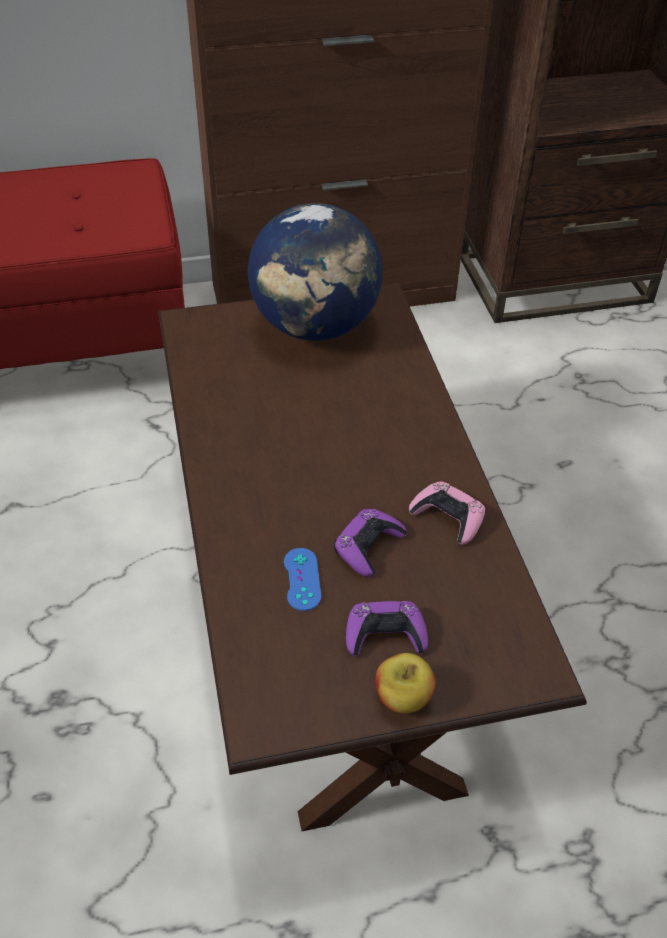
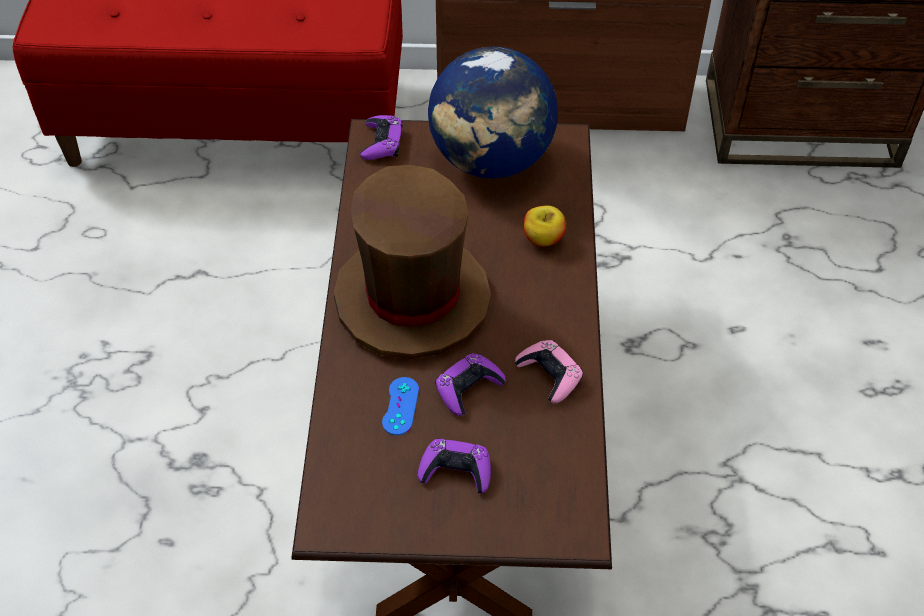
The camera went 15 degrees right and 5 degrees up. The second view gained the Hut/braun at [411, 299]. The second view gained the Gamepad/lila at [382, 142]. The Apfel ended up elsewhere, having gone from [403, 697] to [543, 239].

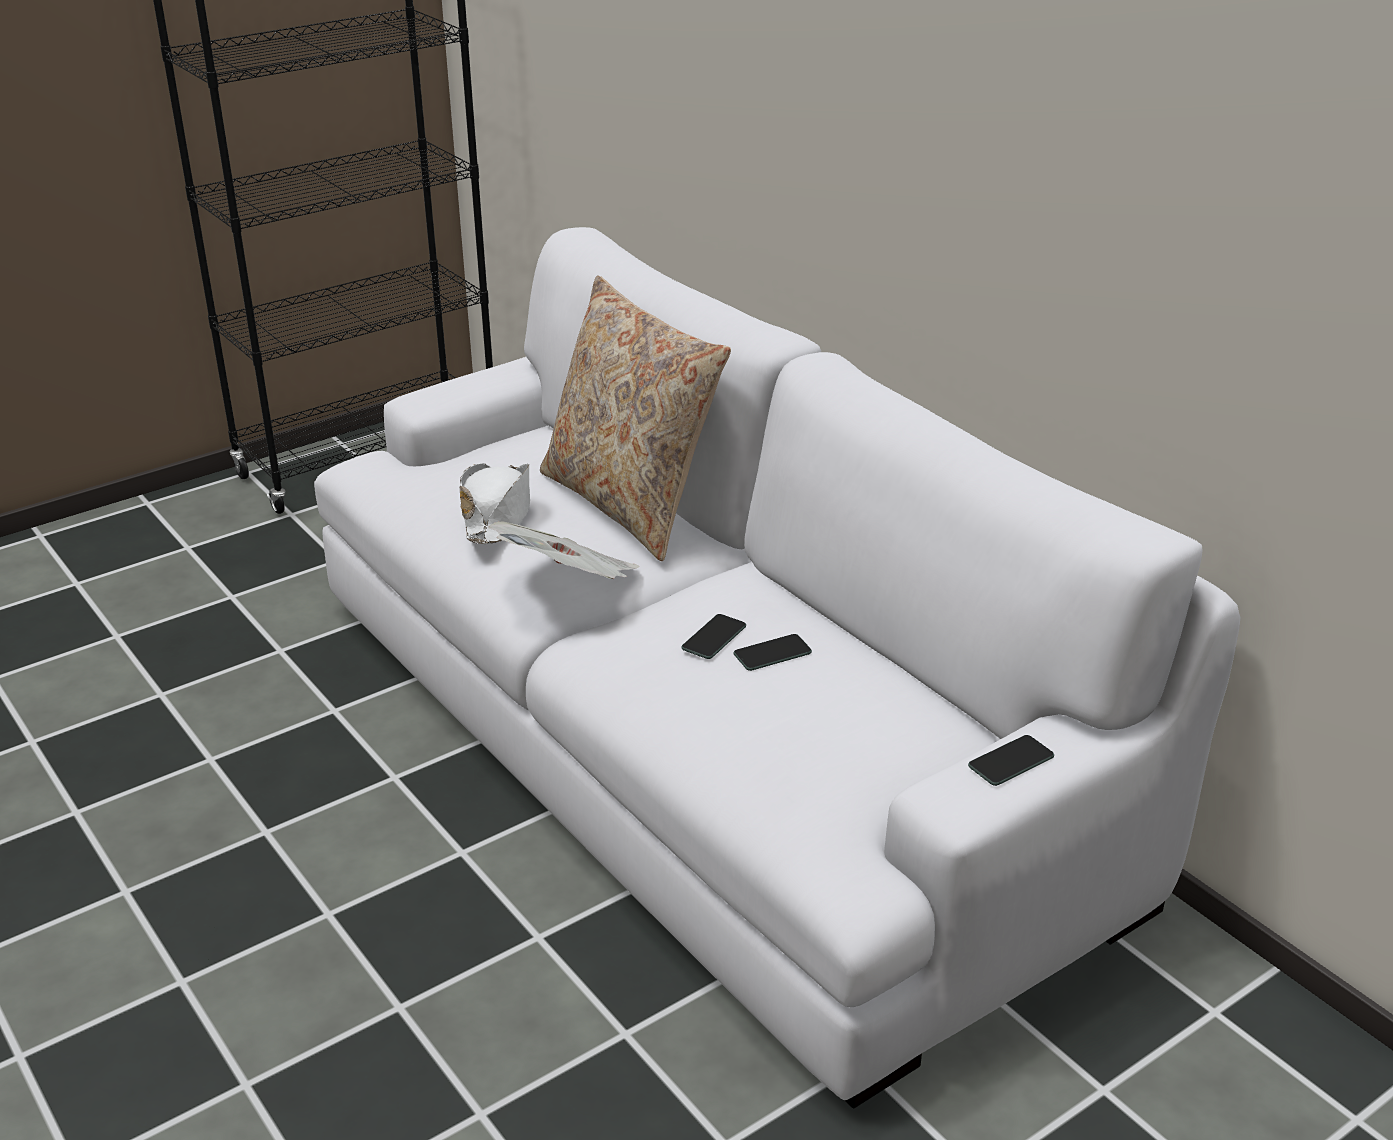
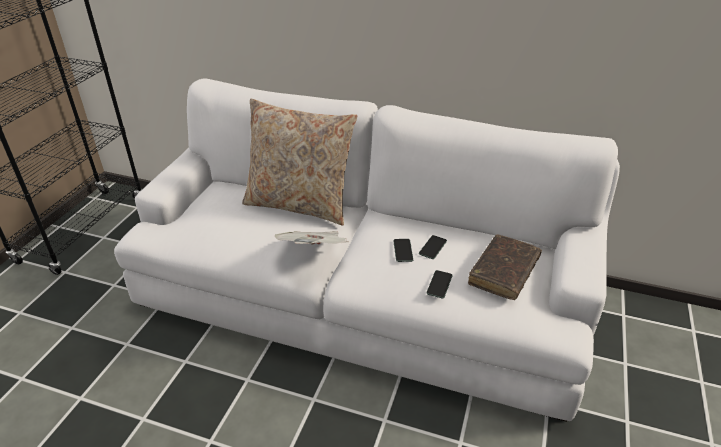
The camera went 35 degrees left and 5 degrees up. The Handy ended up elsewhere, having gone from [1011, 761] to [439, 284]. The second view gained the Buch/braun at [503, 273]. The second view lost the Hut/weiß at [498, 514].

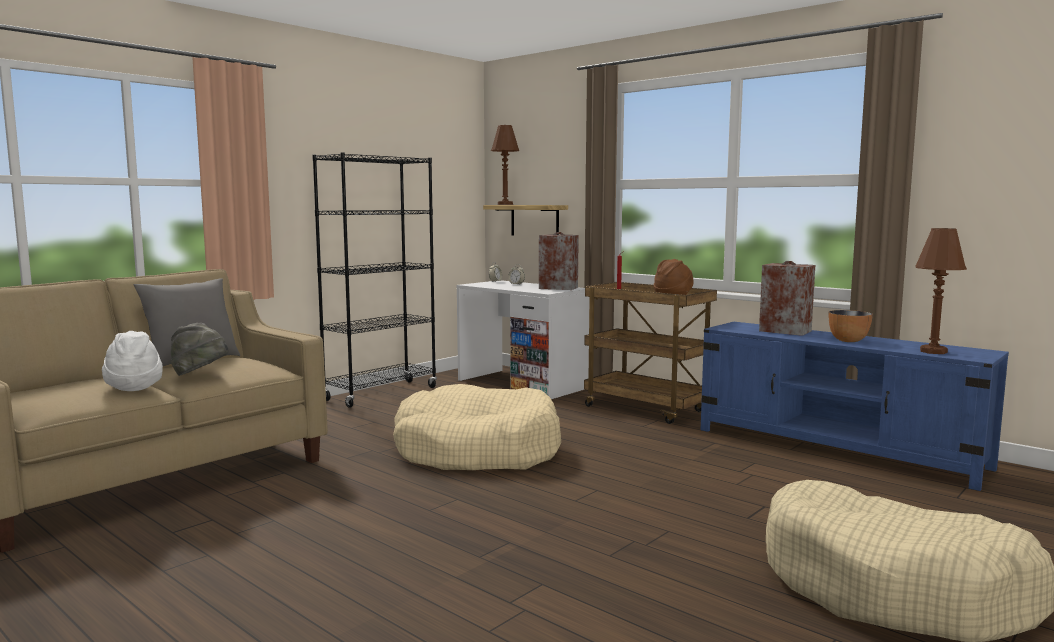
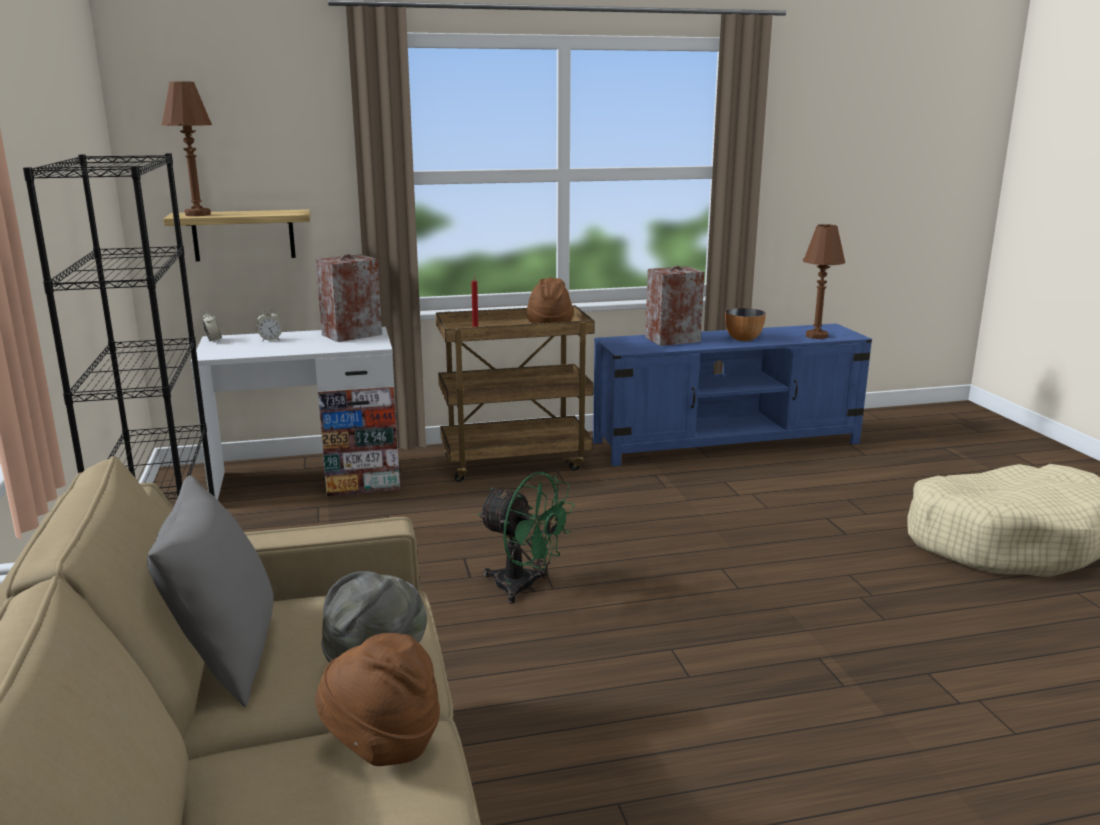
The camera went 55 degrees left and 10 degrees up. What was the Hut/weiß at [134, 386] turned into the Hut/braun at [382, 744]. Where the Hundebett/beige stood at [477, 450], the Ventilator/grün came to stand at [524, 587].

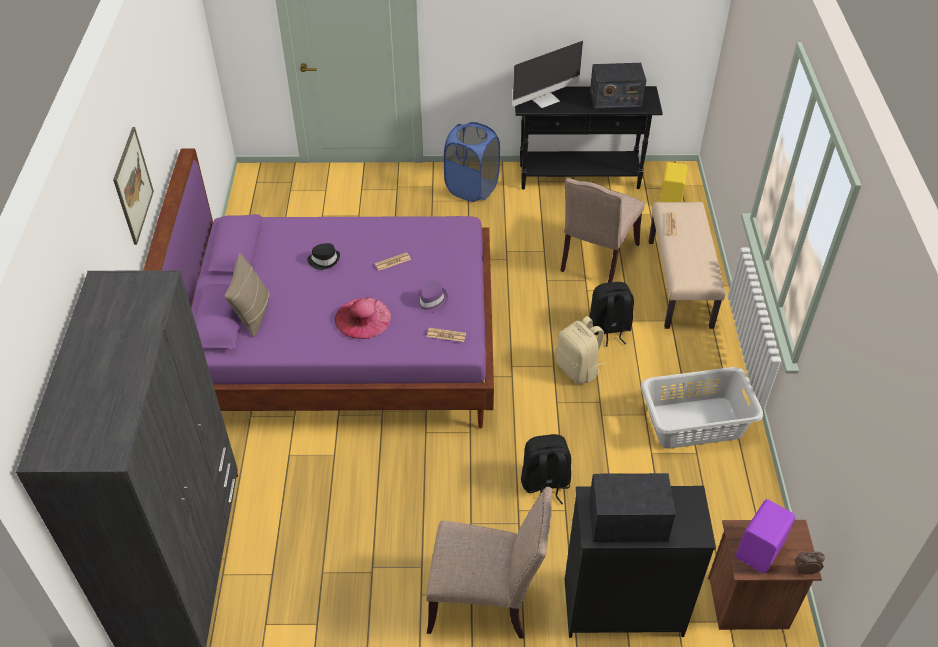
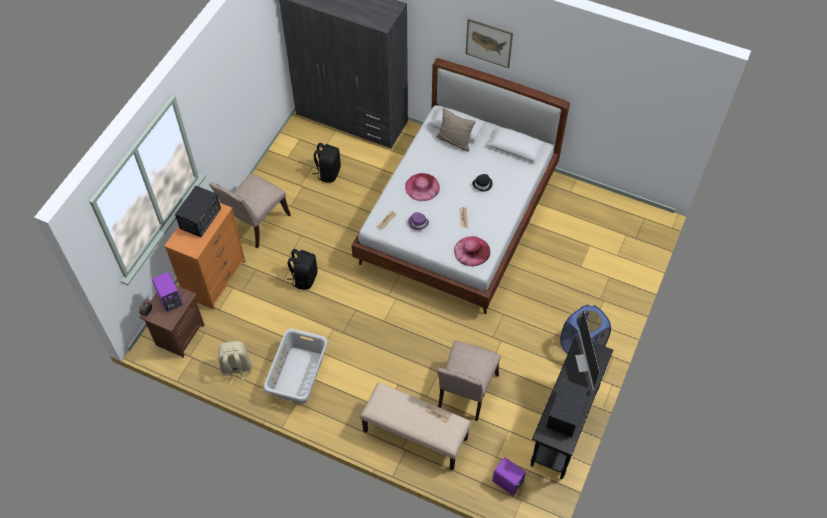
The camera went 115 degrees right and 10 degrees up. What was the Kommode/schwarz at [622, 606] turned into the Kommode/orange at [215, 279]. The Rucksack/beige ended up elsewhere, having gone from [578, 369] to [236, 369]. The Rucksack/schwarz ended up elsewhere, having gone from [609, 329] to [328, 173]. What was the Bett/lila at [343, 346] turned into the Bett/weiß at [458, 219]. The Stuhl/beige at [596, 259] ended up facing another way, 120 degrees counterclockwise from before. The second view gained the Hut/rosa at [472, 251]. What was the Lautsprecher/gelb at [671, 199] turned into the Lautsprecher/lila at [507, 483].

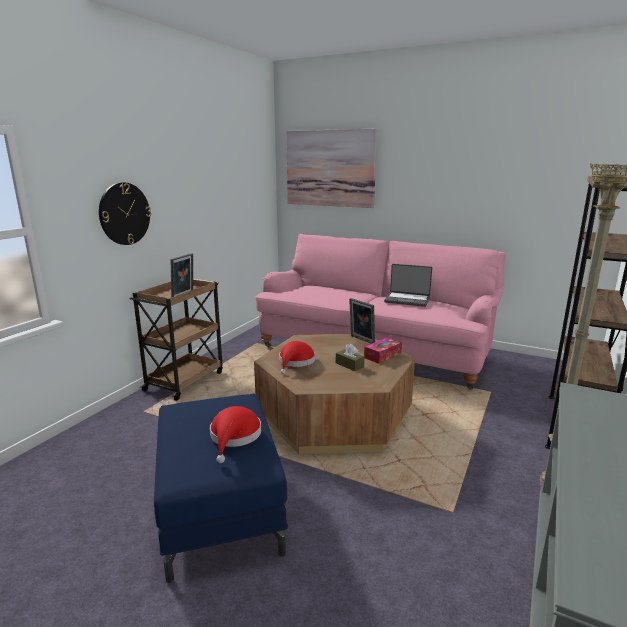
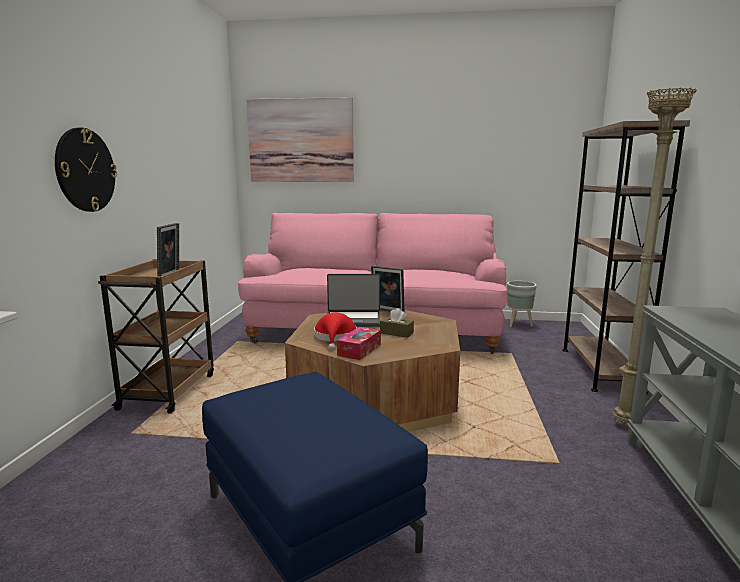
The camera went 20 degrees left and 5 degrees down. The Laptop ended up elsewhere, having gone from [407, 300] to [353, 320]. The Taschentuchbox ended up elsewhere, having gone from [382, 355] to [359, 350]. The second view gained the Pflanzkübel/grau at [518, 324]. The second view lost the Hut/rot at [234, 437].

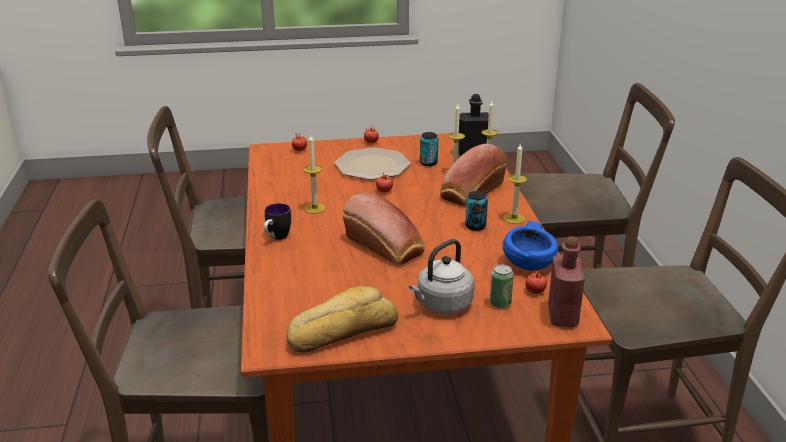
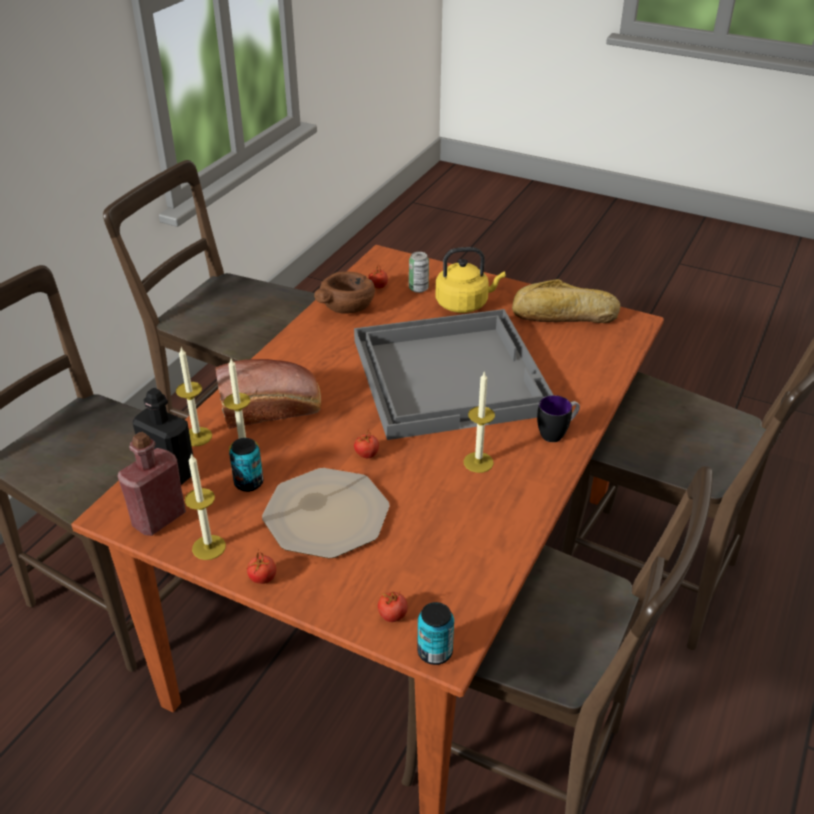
The camera went 145 degrees left and 10 degrees up. The Flasche/rot ended up elsewhere, having gone from [562, 316] to [159, 518]. The Kerze ended up elsewhere, having gone from [514, 218] to [209, 547]. What was the Schüssel/blau at [529, 264] turned into the Schüssel/braun at [346, 308]. Where the Brot stood at [386, 247], the Tablett/grau came to stand at [451, 374]. The Dose ended up elsewhere, having gone from [475, 226] to [435, 652]. What was the Wasserkessel/grau at [442, 305] turned into the Wasserkessel/gelb at [464, 304].

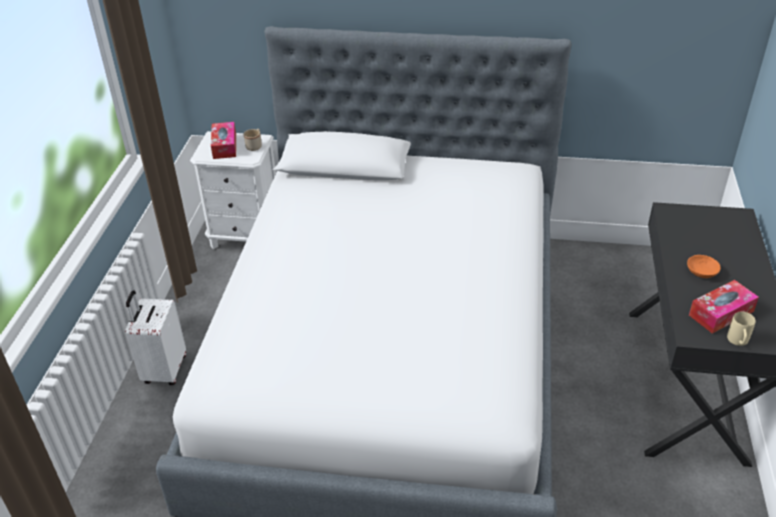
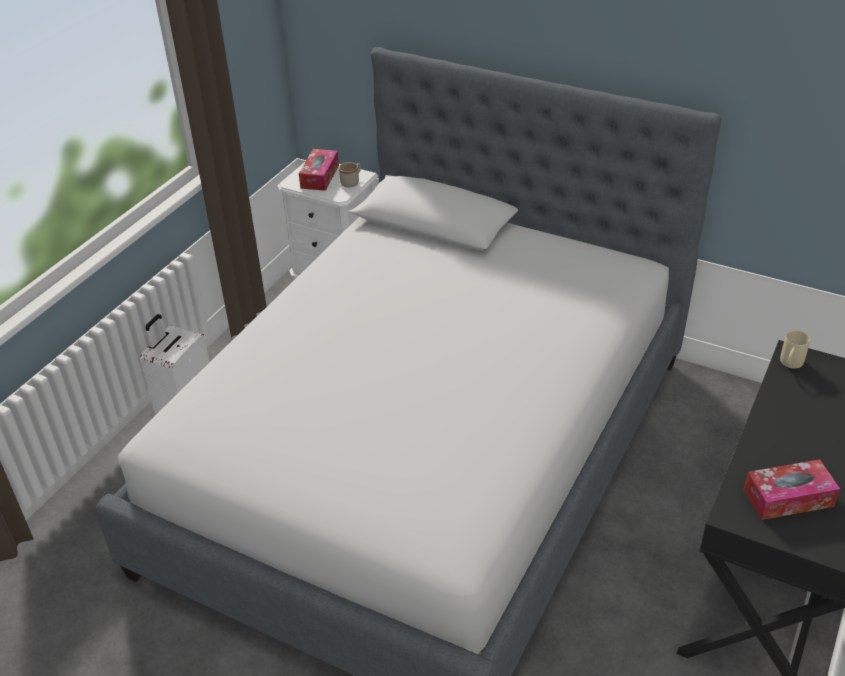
The camera went 20 degrees right and 0 degrees up. The Henkelbecher/beige ended up elsewhere, having gone from [738, 342] to [790, 364]. The second view lost the Schüssel/orange at [701, 272].

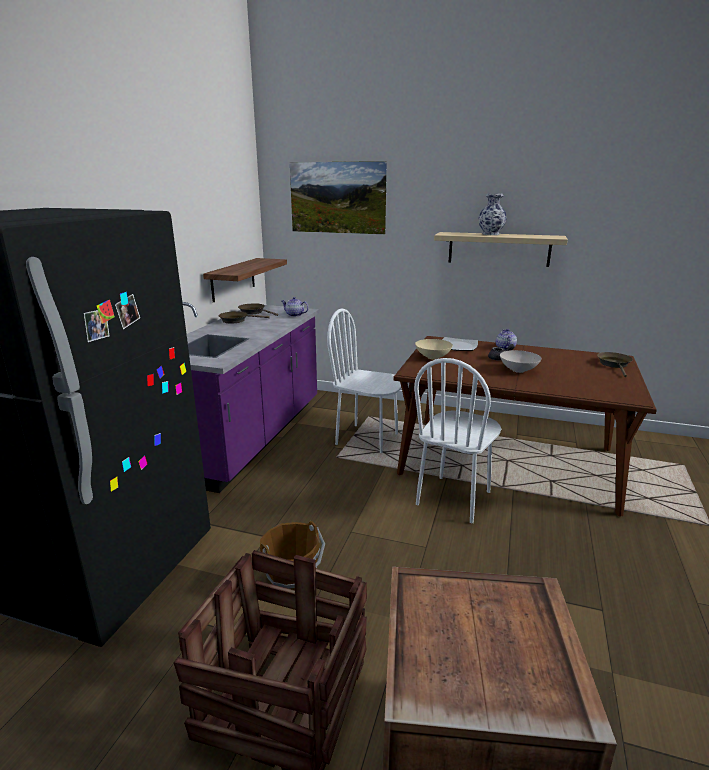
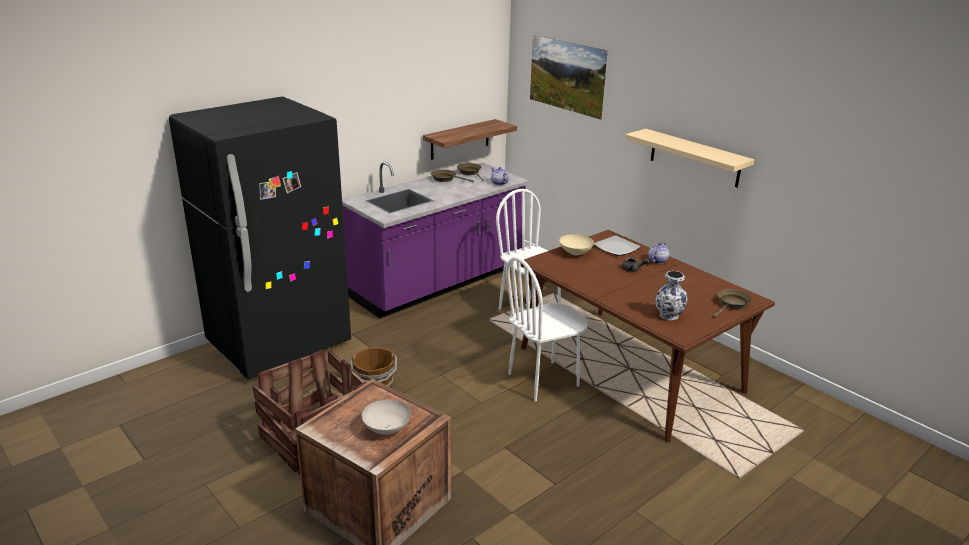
The camera went 30 degrees right and 5 degrees up. The Schüssel/weiß ended up elsewhere, having gone from [517, 370] to [386, 428]. The Vase ended up elsewhere, having gone from [491, 234] to [668, 315].

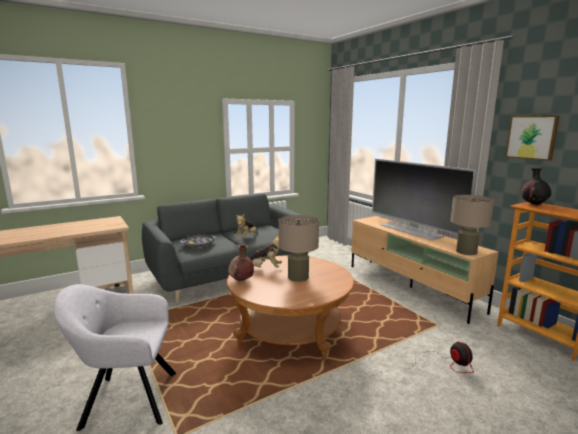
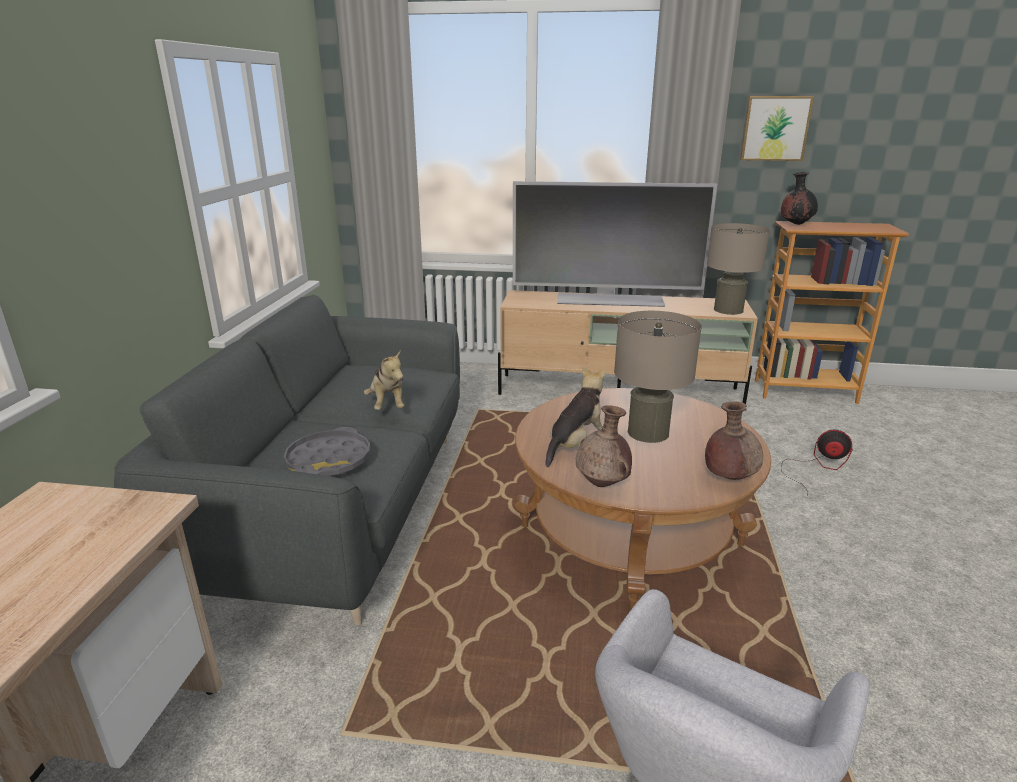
The camera went 50 degrees left and 10 degrees up. The second view gained the Vase/braun at [729, 477].

